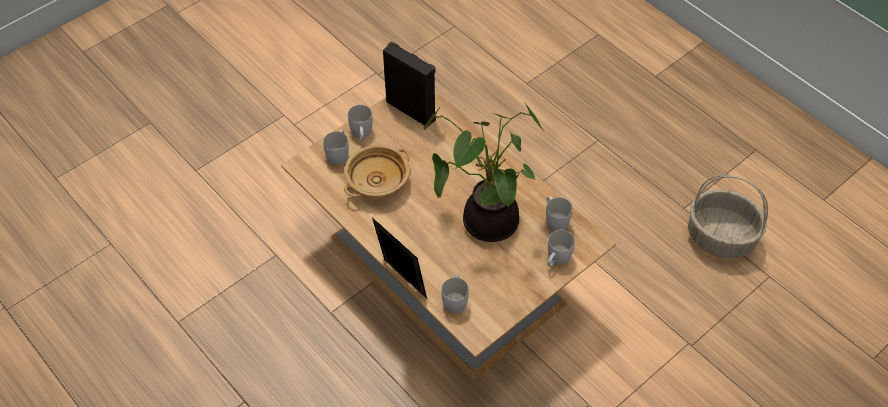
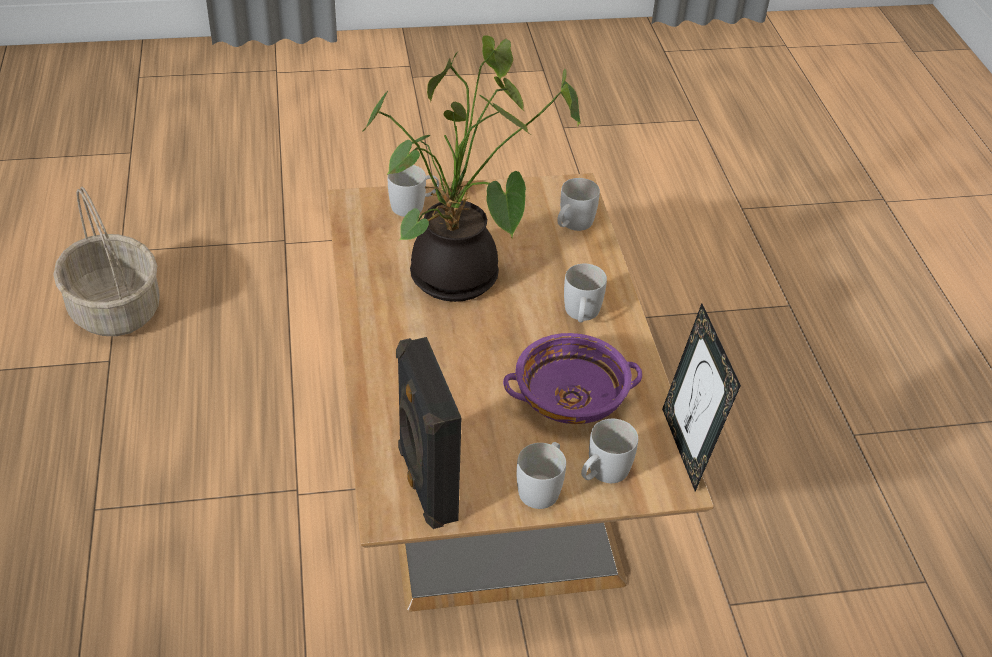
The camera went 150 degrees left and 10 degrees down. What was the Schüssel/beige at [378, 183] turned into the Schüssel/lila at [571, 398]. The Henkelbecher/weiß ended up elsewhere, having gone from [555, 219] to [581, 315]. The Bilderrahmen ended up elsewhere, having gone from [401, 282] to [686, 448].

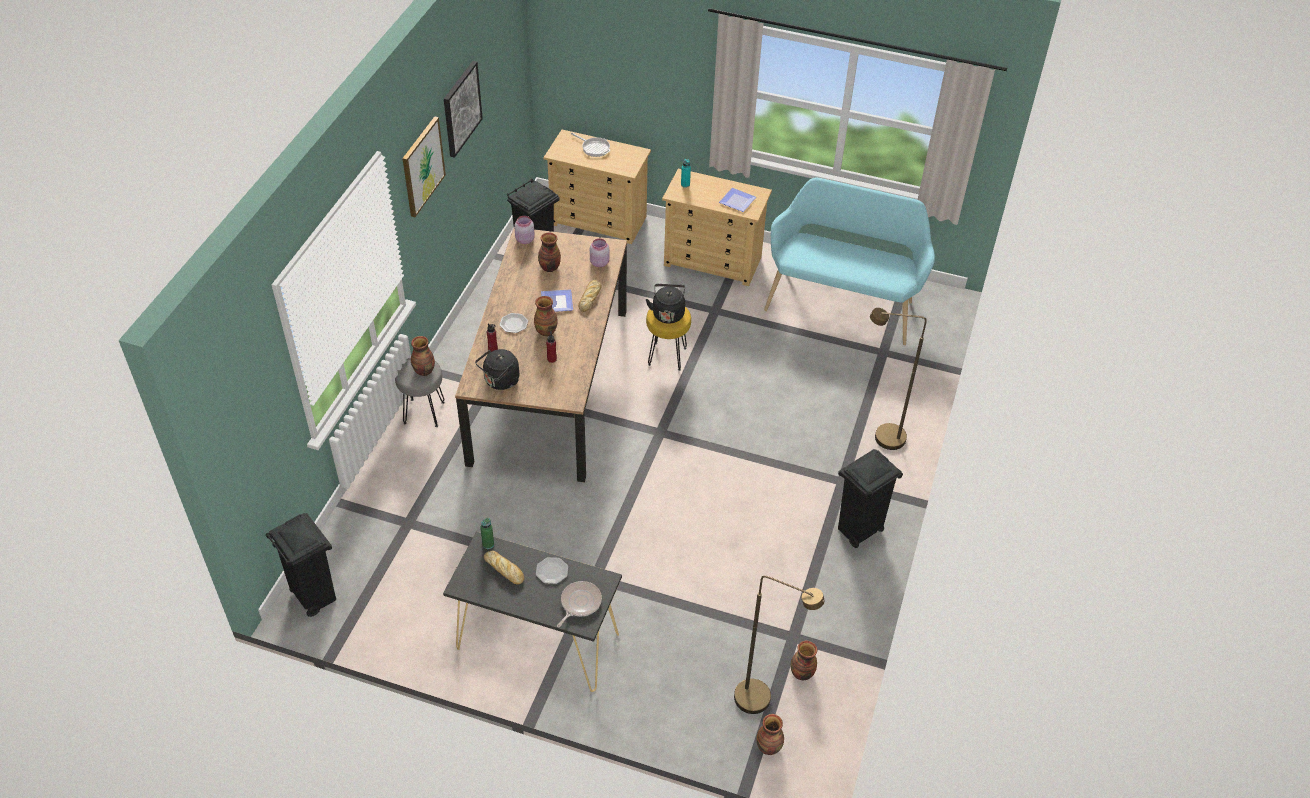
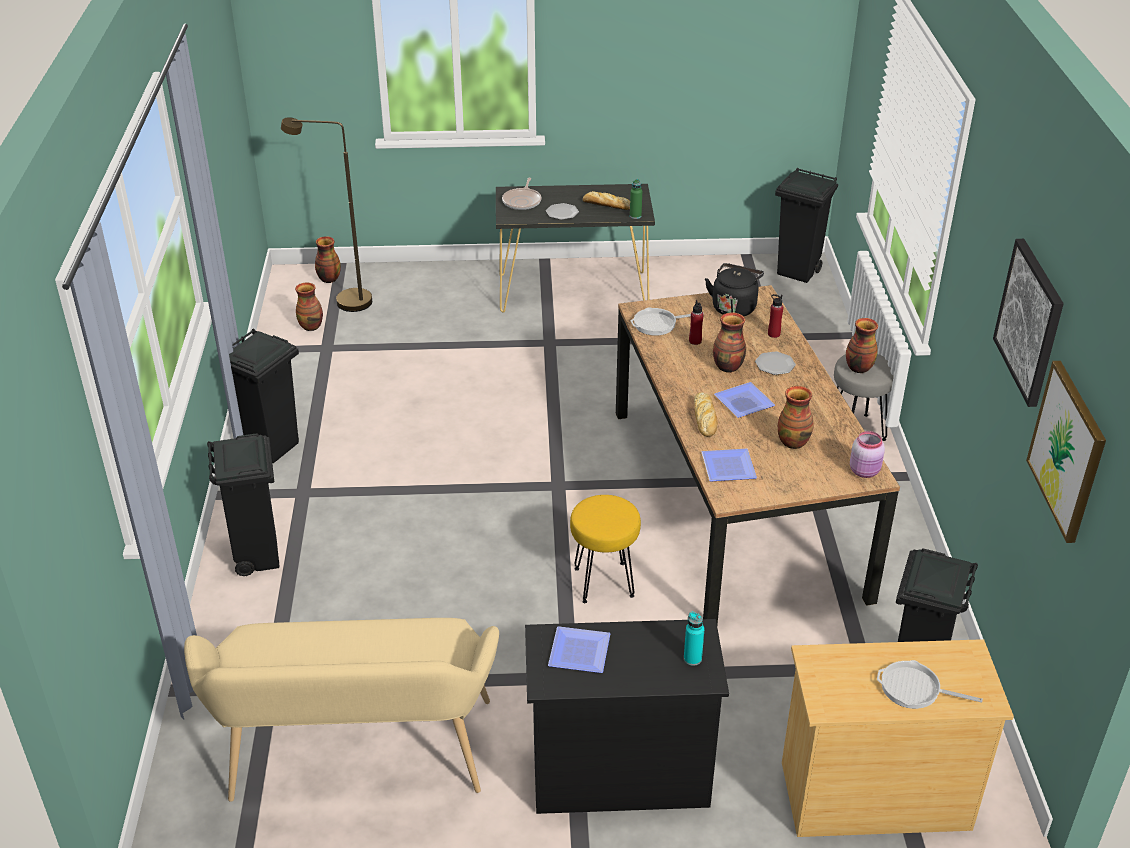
The camera went 160 degrees right and 10 degrees down. What was the Bank/türkis at [842, 303] turned into the Bank/beige at [357, 760]. Where the Stehlampe/braun stood at [881, 438], the Mülleimer/schwarz came to stand at [258, 557]. What was the Kommode/beige at [713, 261] turned into the Kommode/schwarz at [619, 773]. The second view gained the Pfanne at [658, 324]. Where the Vorratsglas/rosa stood at [599, 262], the Teller came to stand at [730, 468]. The Bild ended up elsewhere, having gone from [422, 166] to [1067, 450]. The second view lost the Wasserkessel/schwarz at [668, 313].

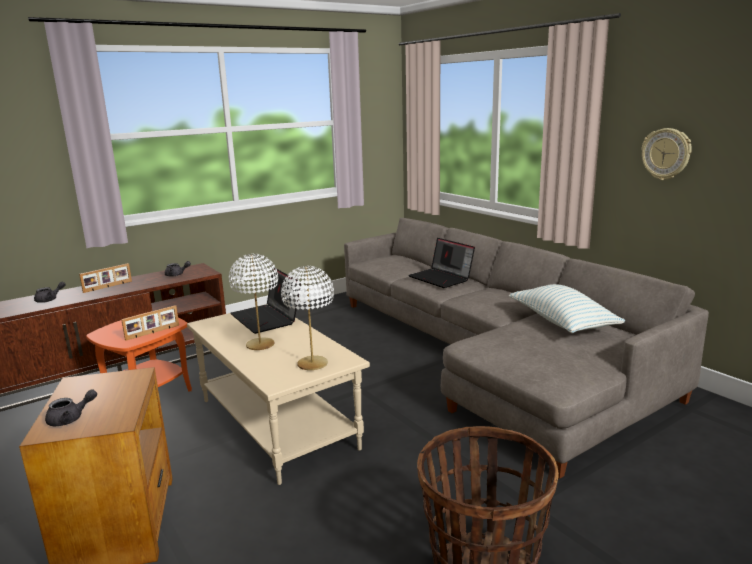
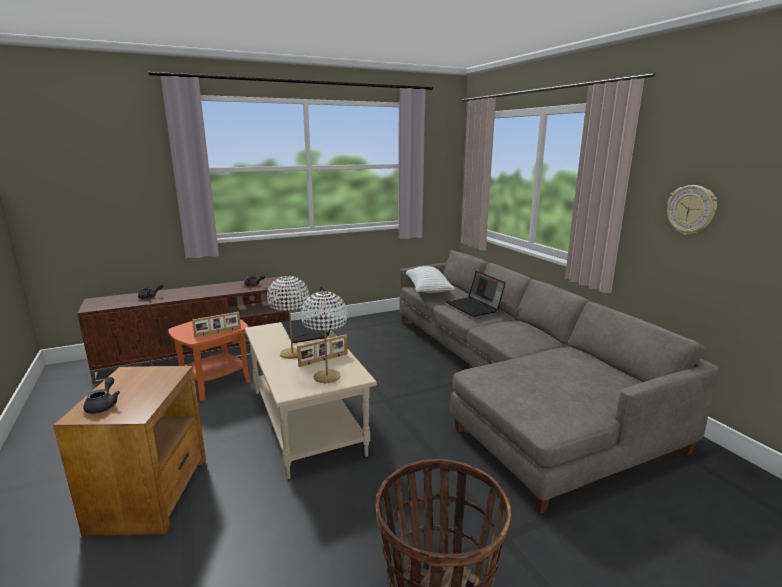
The camera went 10 degrees right and 0 degrees up. The Teekanne/grau at [70, 419] ended up facing another way, 75 degrees counterclockwise from before. The Bilderrahmen ended up elsewhere, having gone from [108, 287] to [324, 360]. The Kissen ended up elsewhere, having gone from [562, 322] to [428, 289].

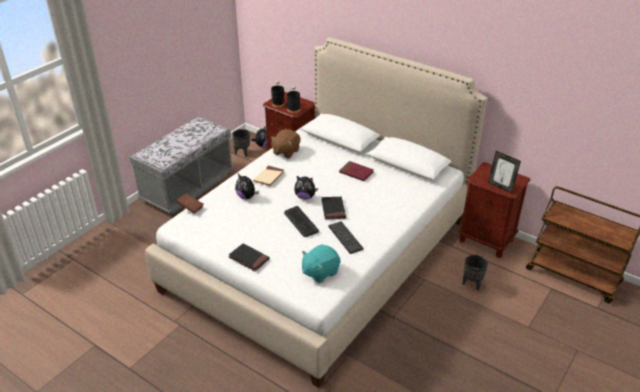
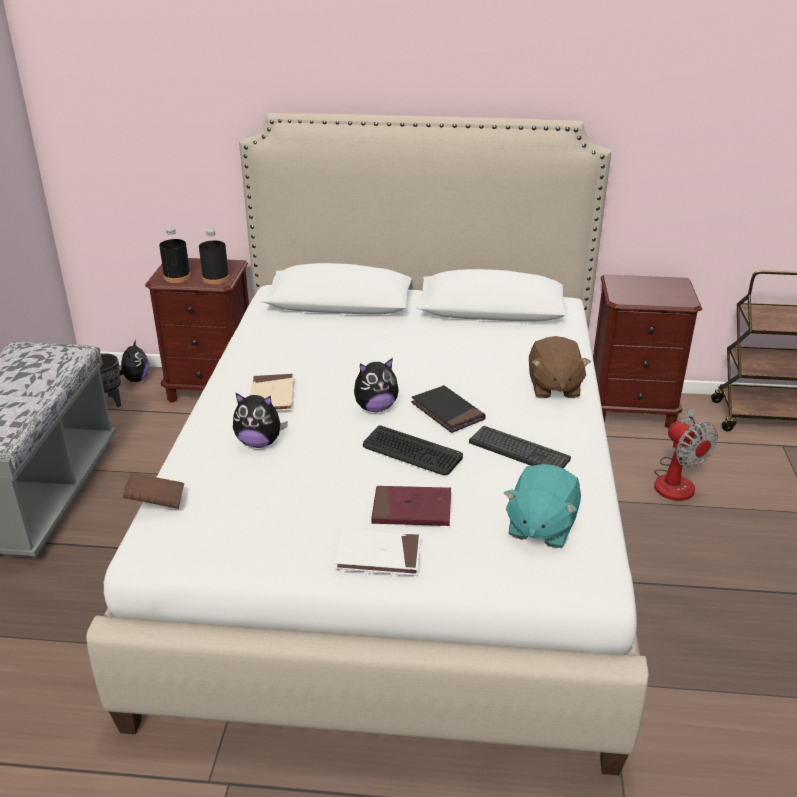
The camera went 30 degrees left and 5 degrees down. What was the Buch/schwarz at [249, 259] turned into the Buch/weiß at [378, 556]. The Buch/rot ended up elsewhere, having gone from [356, 172] to [412, 510]. The Plüschtier/braun ended up elsewhere, having gone from [285, 151] to [553, 387]. Where the Pflanzkübel/schwarz stood at [472, 284], the Ventilator came to stand at [676, 480]. The second view lost the Bilderrahmen at [500, 187].

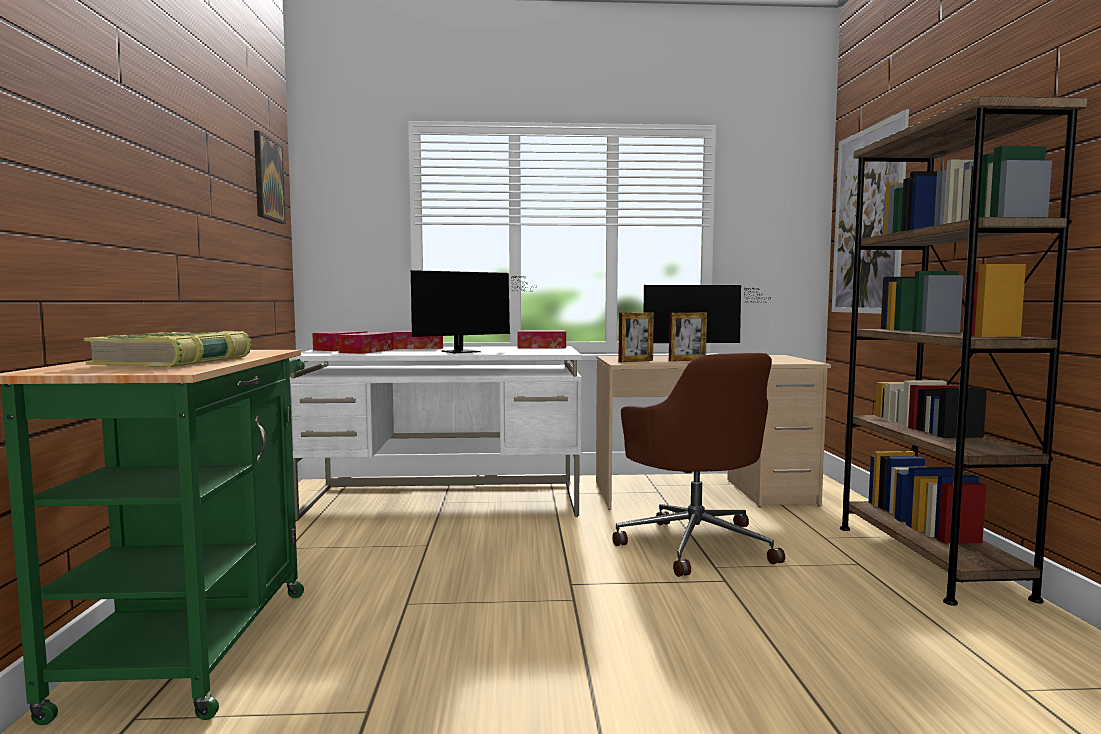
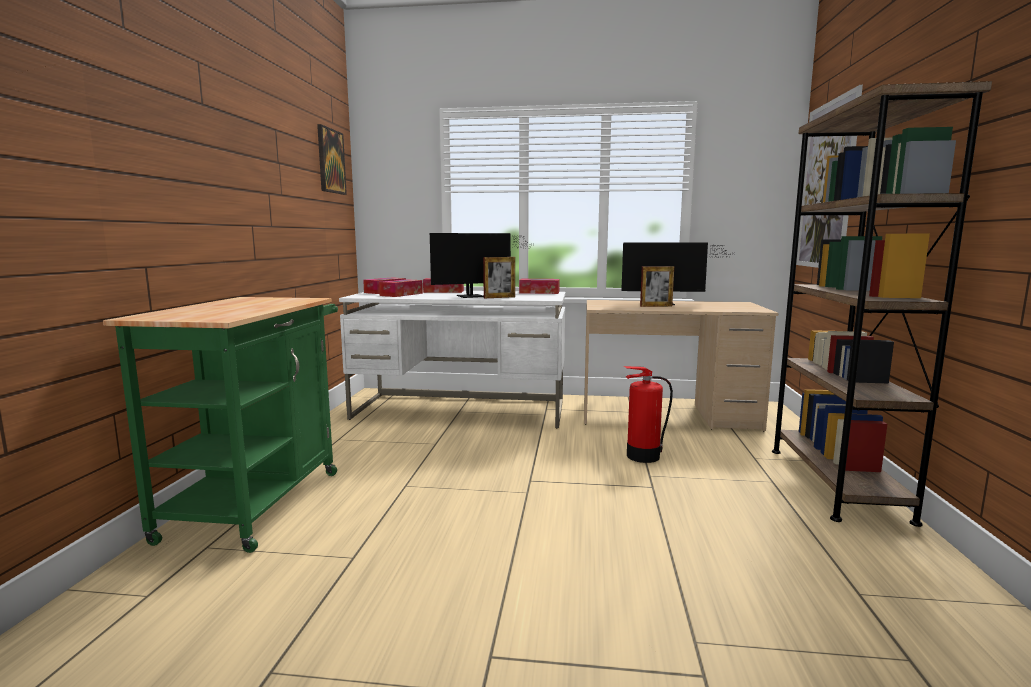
The camera went 10 degrees right and 5 degrees up. The Bilderrahmen ended up elsewhere, having gone from [635, 361] to [499, 297]. Where the Bürostuhl/braun stood at [695, 544], the Feuerlöscher came to stand at [642, 456]. The second view lost the Buch at [176, 361].

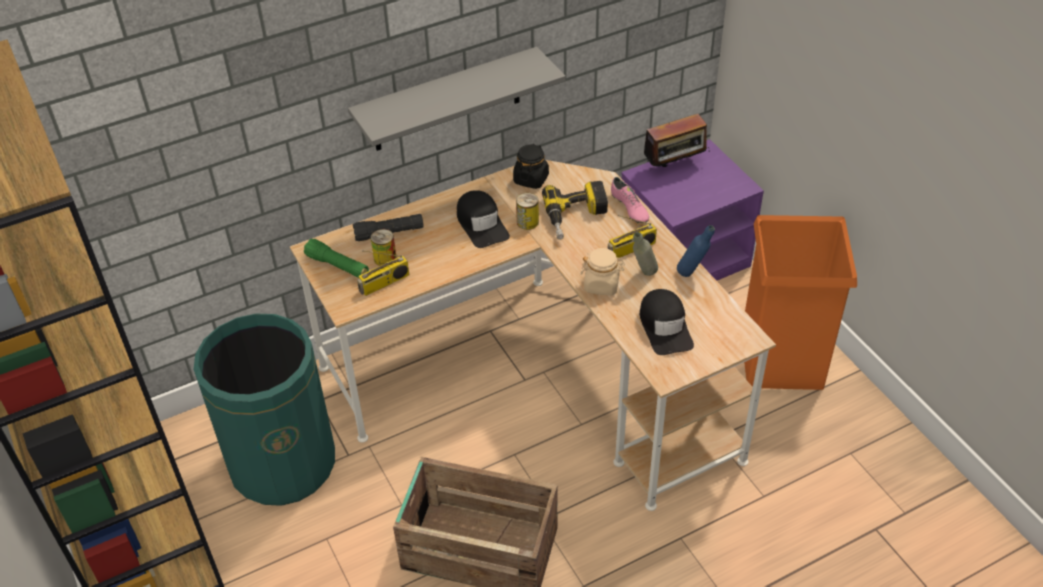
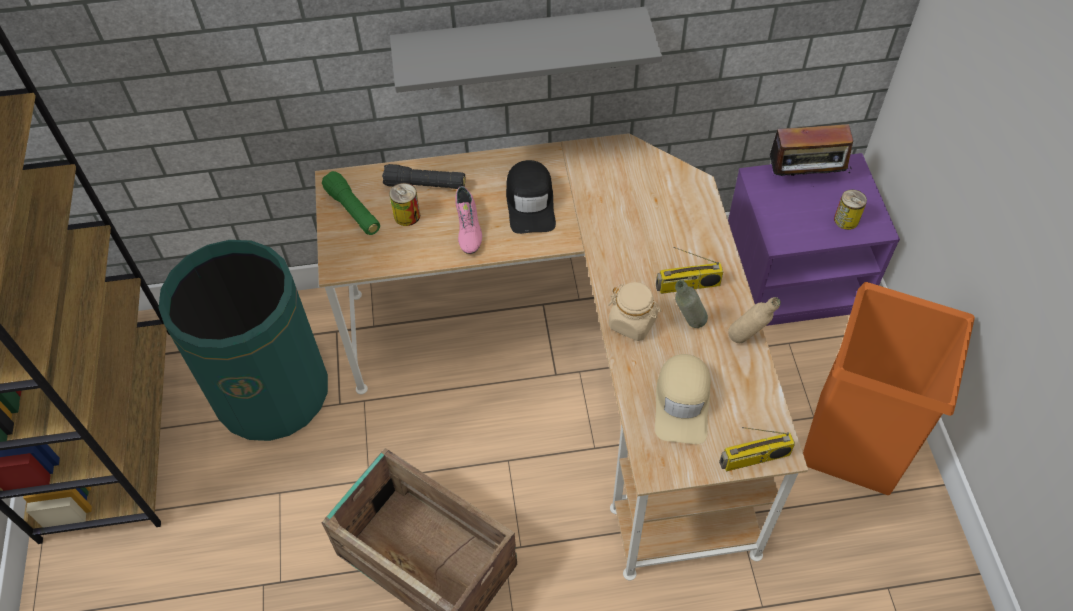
The camera went 20 degrees right and 10 degrees up. The Schuh/rosa ended up elsewhere, having gone from [629, 208] to [467, 228]. What was the Kappe/schwarz at [665, 327] turned into the Kappe/beige at [682, 403]. The Radio ended up elsewhere, having gone from [384, 283] to [754, 459]. What was the Flasche/blau at [692, 273] turned into the Flasche/beige at [747, 340]. The Dose ended up elsewhere, having gone from [527, 222] to [846, 220]. The second view lost the Vorratsglas/schwarz at [531, 179]. The second view lost the Bohrmaschine at [576, 217].

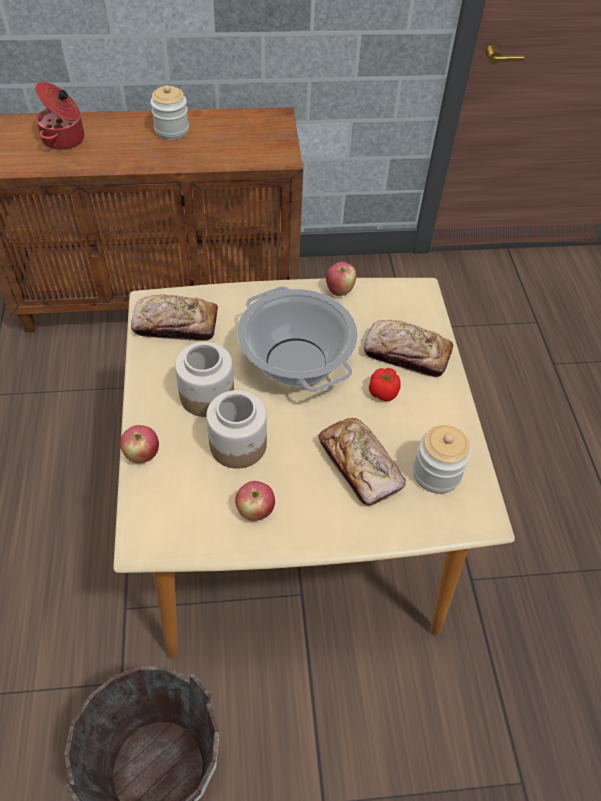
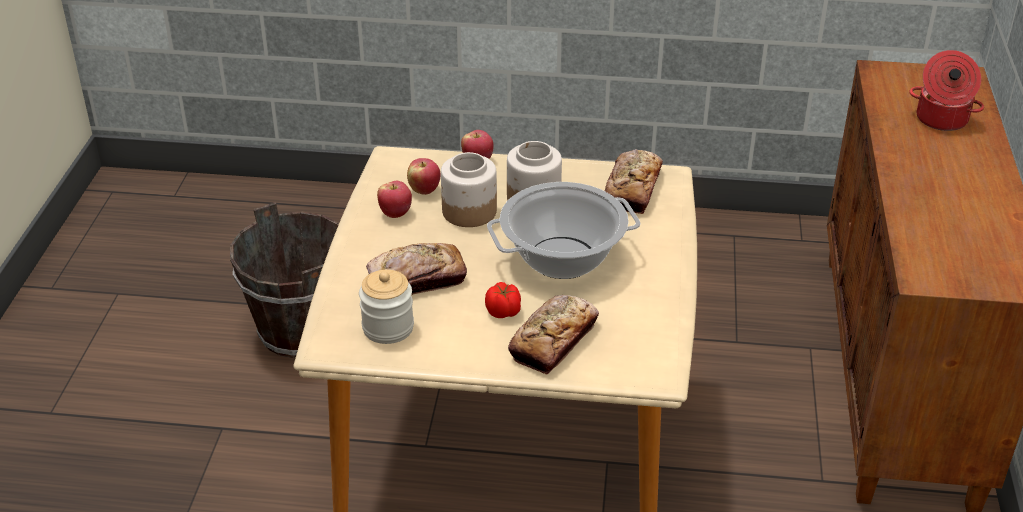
The camera went 105 degrees right and 15 degrees down. The Apfel ended up elsewhere, having gone from [339, 290] to [424, 190]. The second view lost the Vorratsglas at [172, 130].

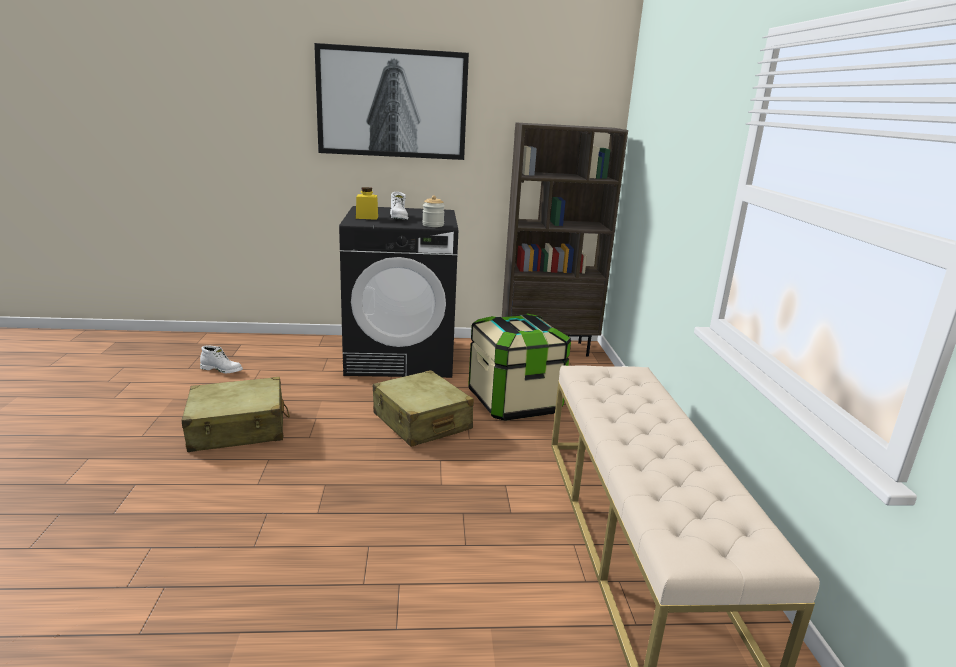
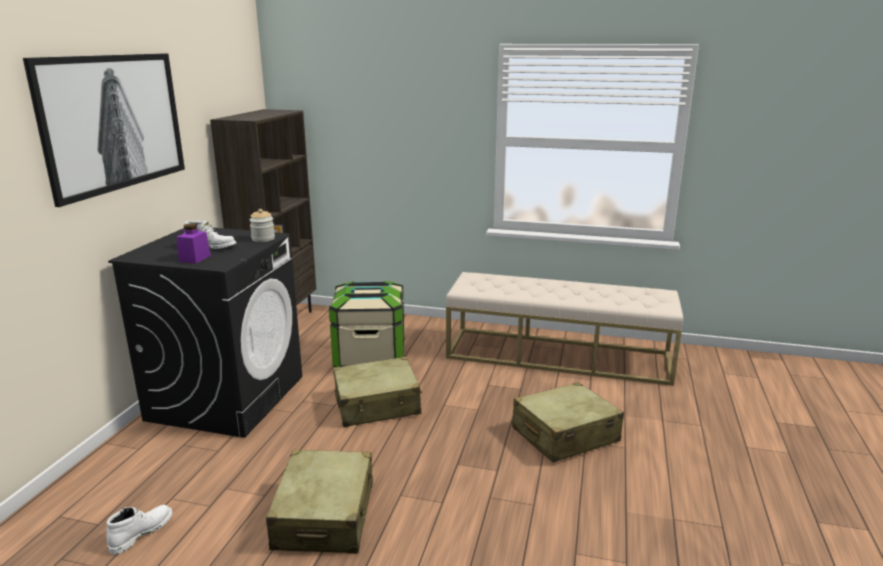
The camera went 70 degrees left and 0 degrees up. What was the Vorratsglas/gelb at [367, 217] turned into the Vorratsglas/lila at [195, 258]. The second view gained the Koffer/beige at [564, 435].

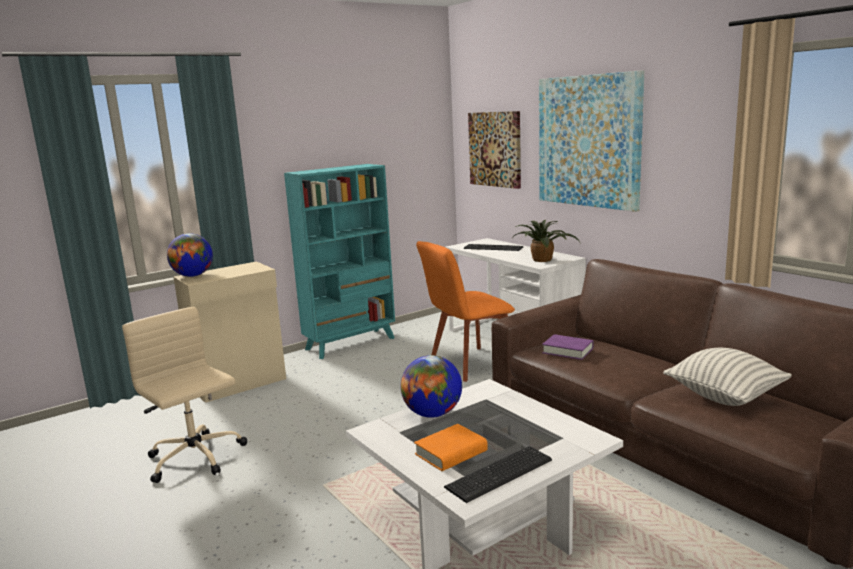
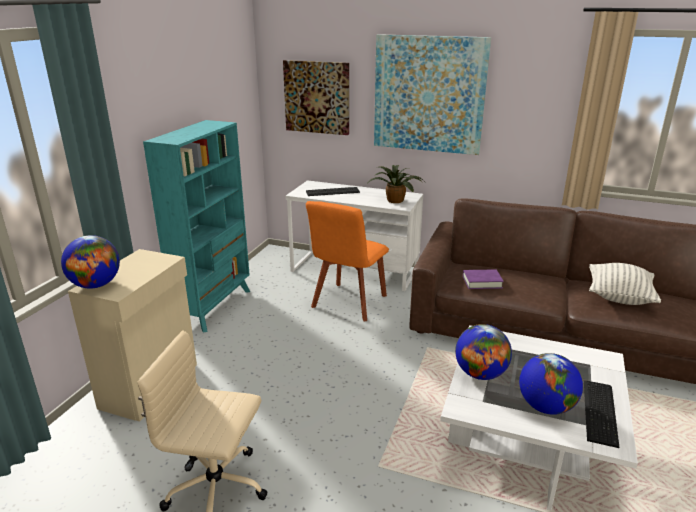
The camera went 35 degrees left and 10 degrees up. Where the Buch/orange stood at [451, 453], the Globus came to stand at [546, 407].

